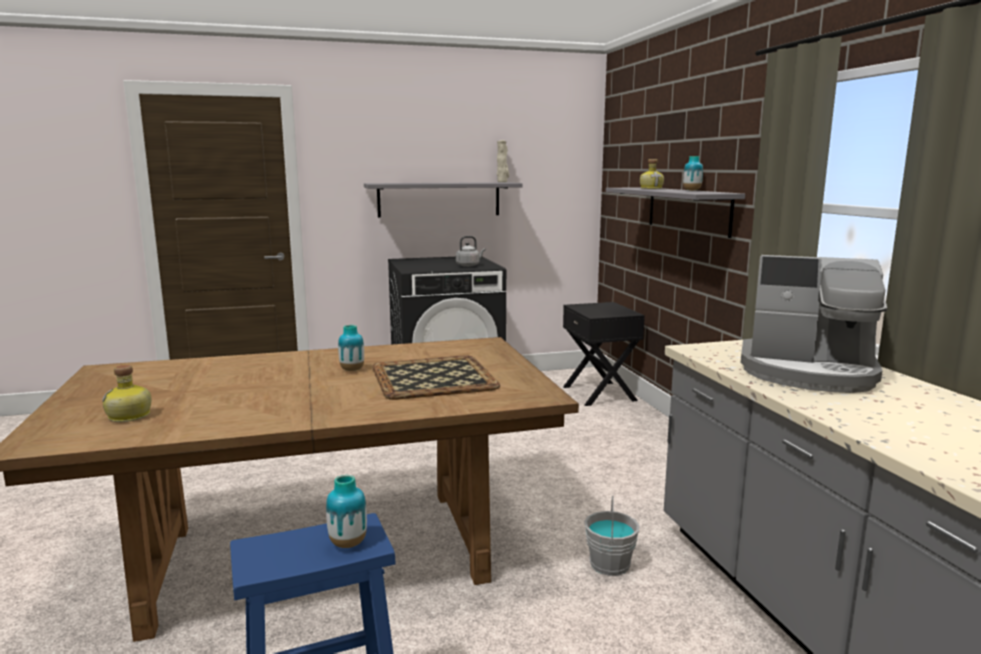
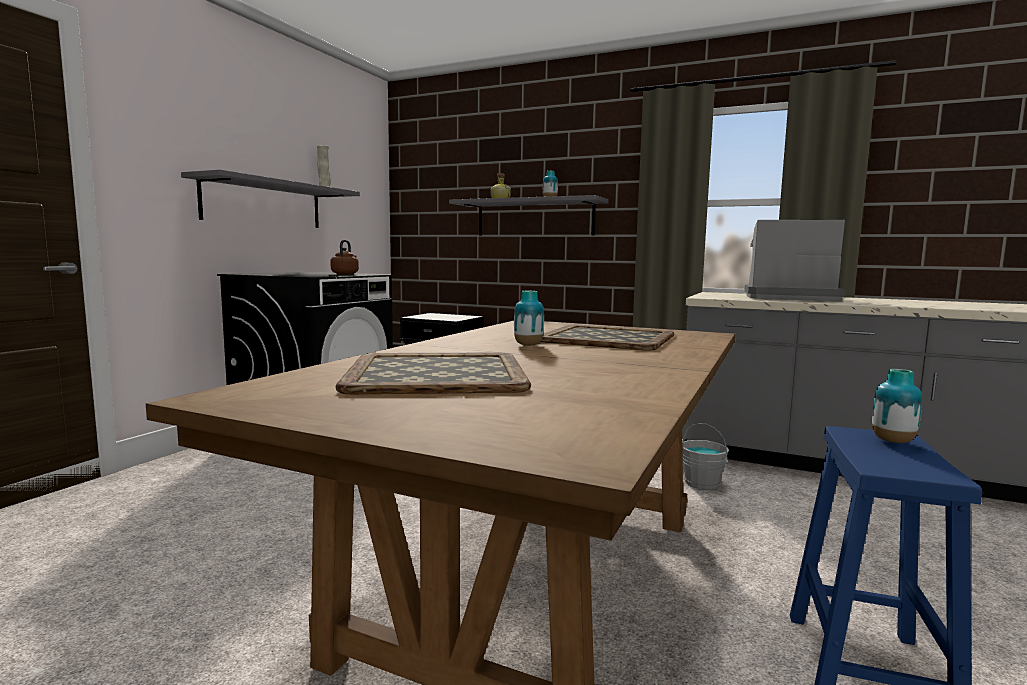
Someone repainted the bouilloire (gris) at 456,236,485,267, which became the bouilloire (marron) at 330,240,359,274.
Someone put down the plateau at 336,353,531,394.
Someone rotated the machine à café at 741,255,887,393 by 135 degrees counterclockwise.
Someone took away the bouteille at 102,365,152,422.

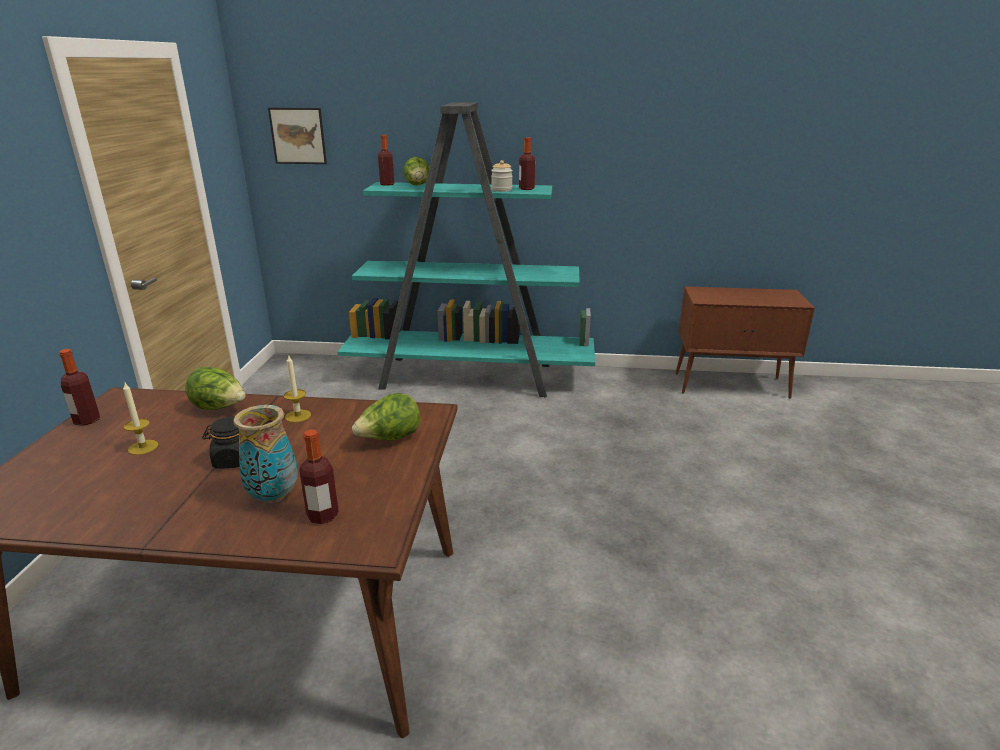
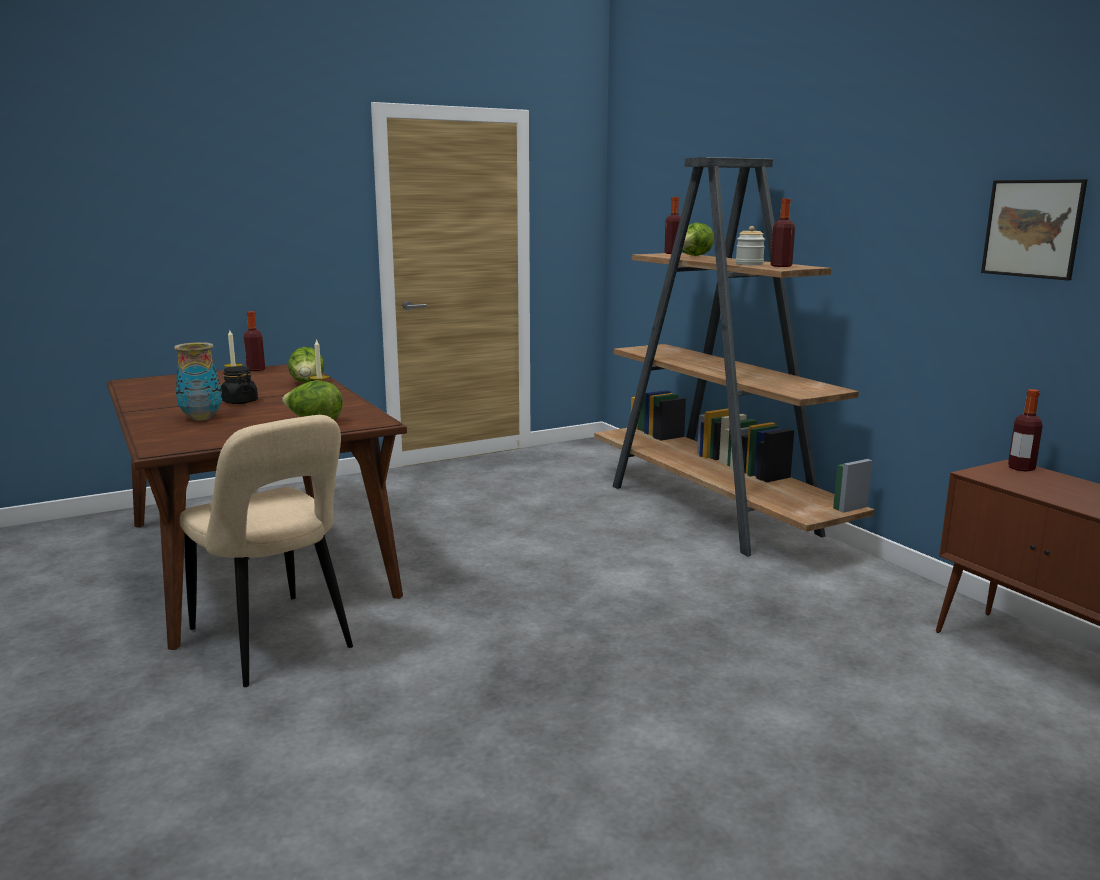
Someone put down the chaise (beige) at 180,415,353,687.
Someone repainted the bibliothèque (turquoise) at 337,102,595,397, which became the bibliothèque (marron) at 594,157,874,556.
Someone carried the tableau from 268,108,327,164 to 981,179,1087,281.
Someone carried the bouteille from 299,429,339,524 to 1008,389,1043,472.

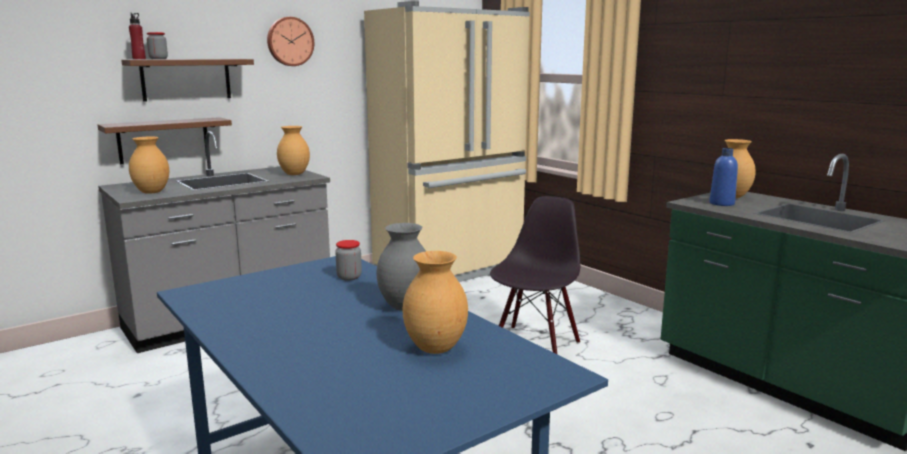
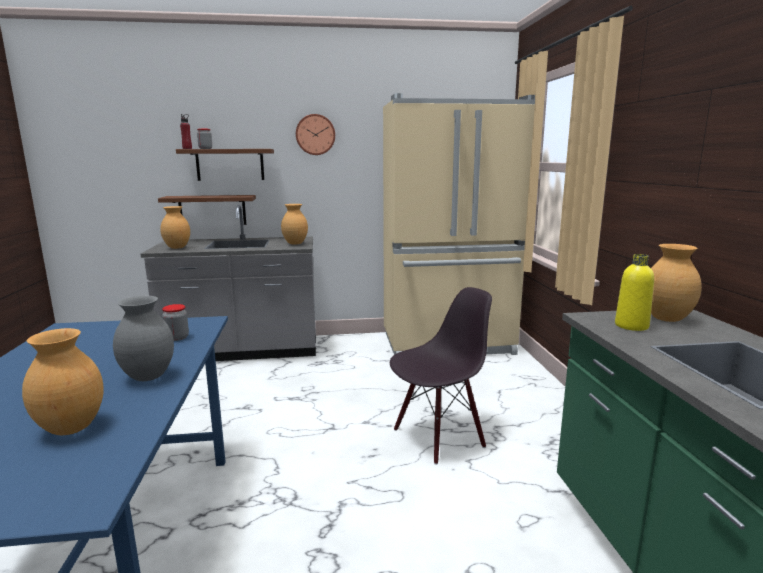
Someone repainted the bouteille (bleu) at 709,148,738,206, which became the bouteille (jaune) at 615,254,654,331.

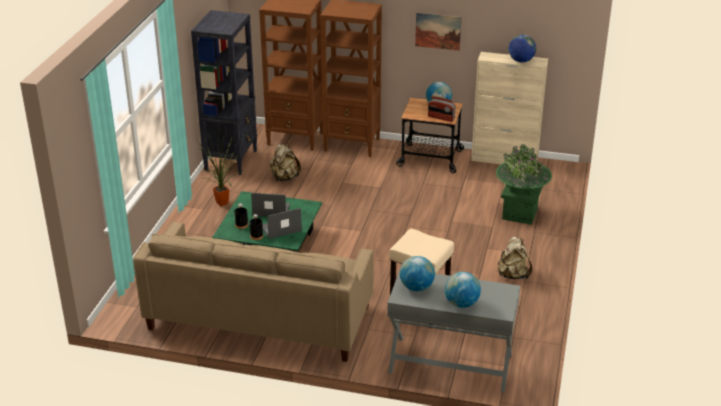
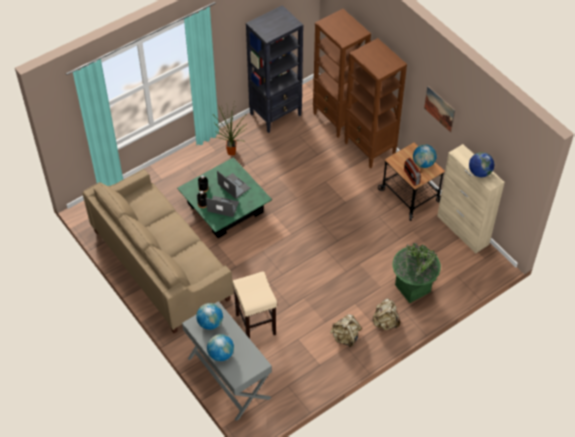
Someone carried the sac à dos (beige) from 269,143,301,182 to 372,298,400,330.

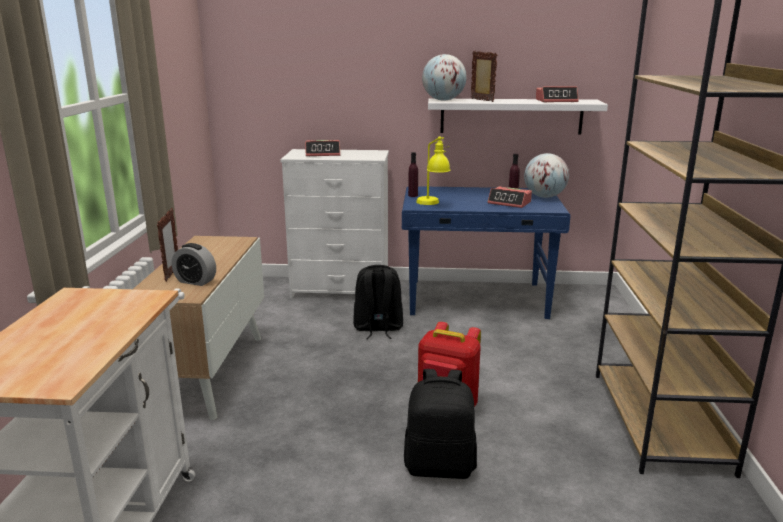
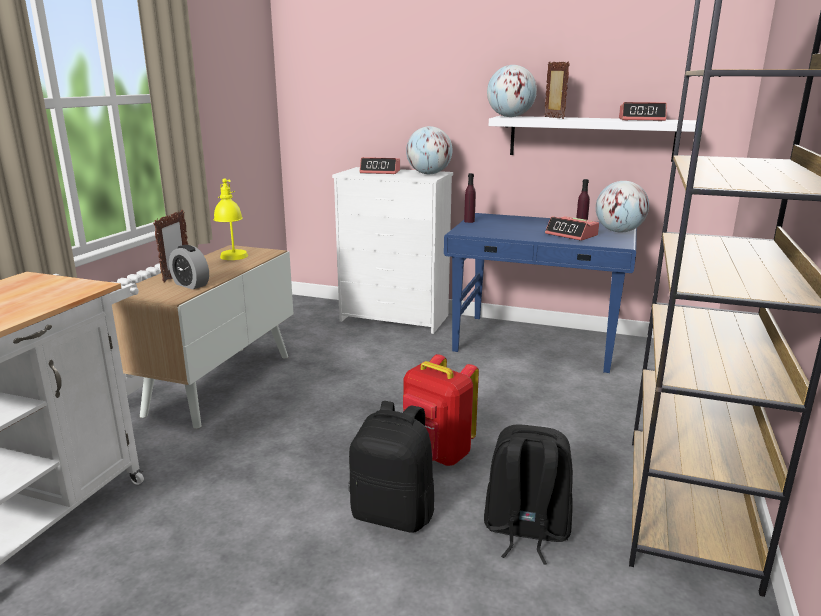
Someone carried the lampe de table (jaune) from 416,136,450,205 to 214,179,248,260.
Someone put down the globe at 406,126,453,174.
Someone carried the sac à dos (noir) from 353,265,403,339 to 484,424,573,564.

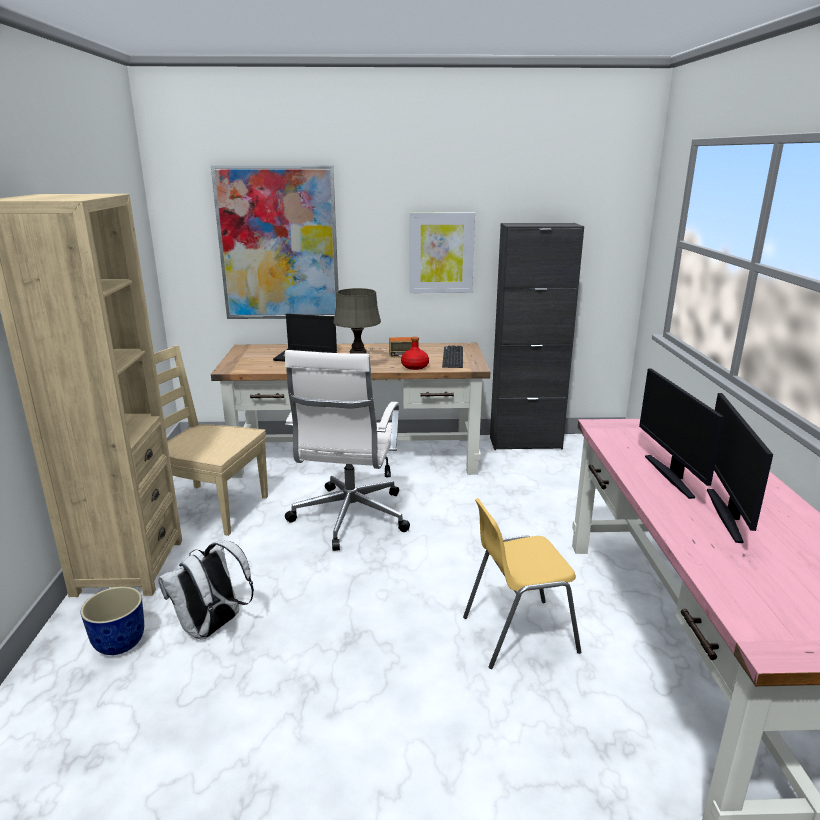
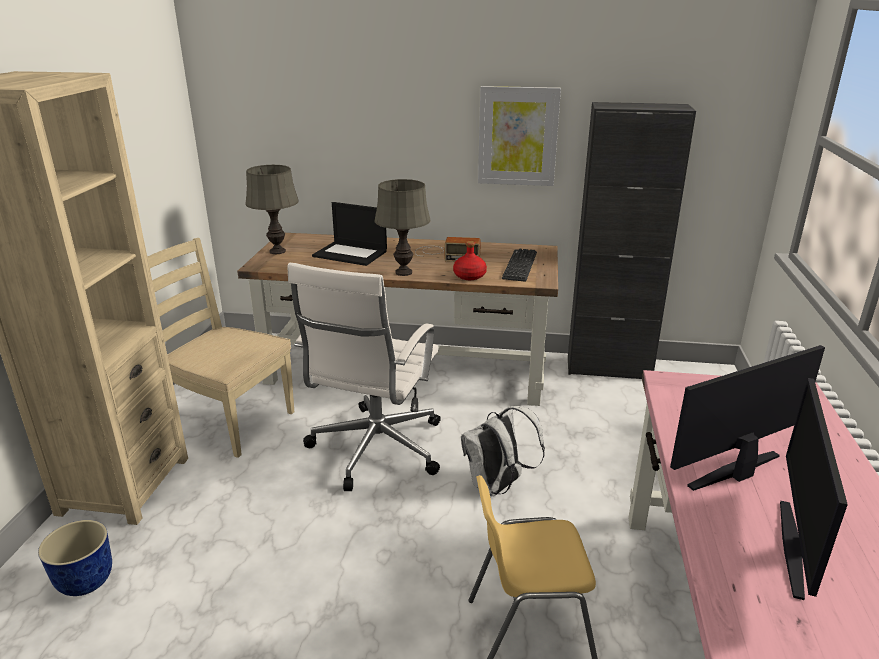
Someone put down the lampe de table (gris) at 245,165,299,254.
Someone carried the sac à dos (blanc) from 158,541,254,640 to 461,406,545,496.
Someone rotated the écran d'ordinateur at 639,368,724,499 by 60 degrees clockwise.
Someone took away the tableau at 211,165,339,319.

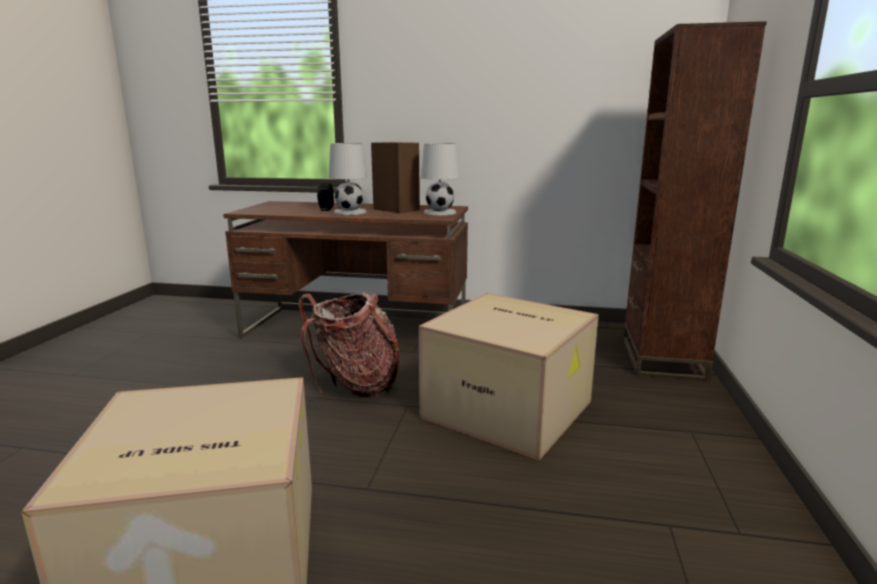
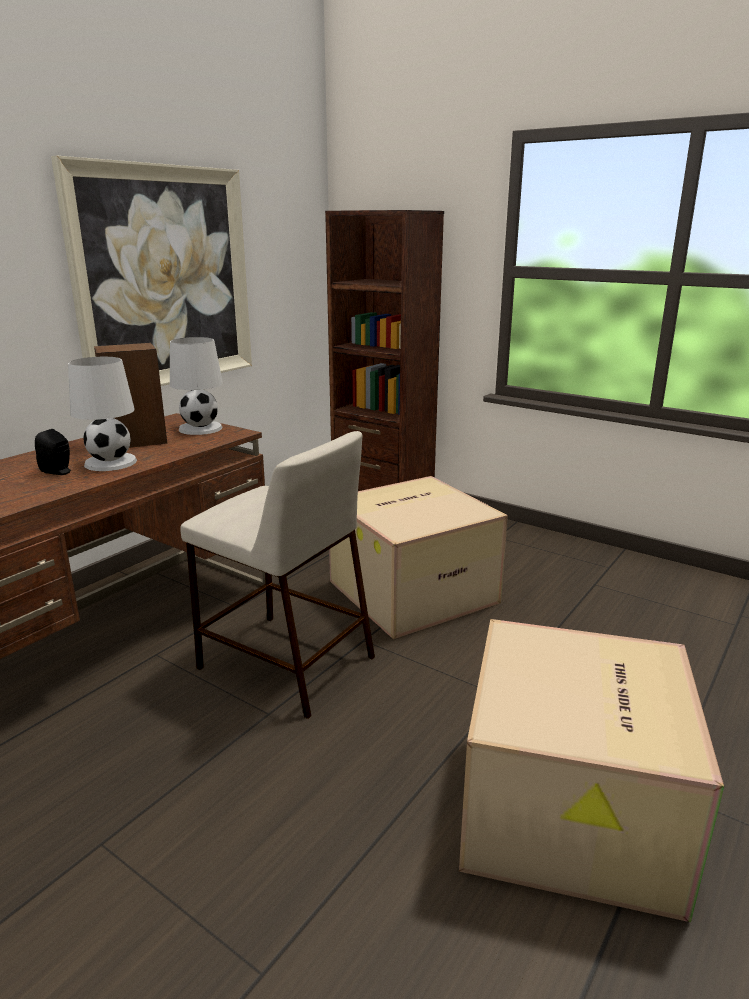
Someone put up the tableau at 51,156,252,386.
Someone swapped the sac à dos at 299,292,400,397 for the tabouret (beige) at 180,431,375,719.

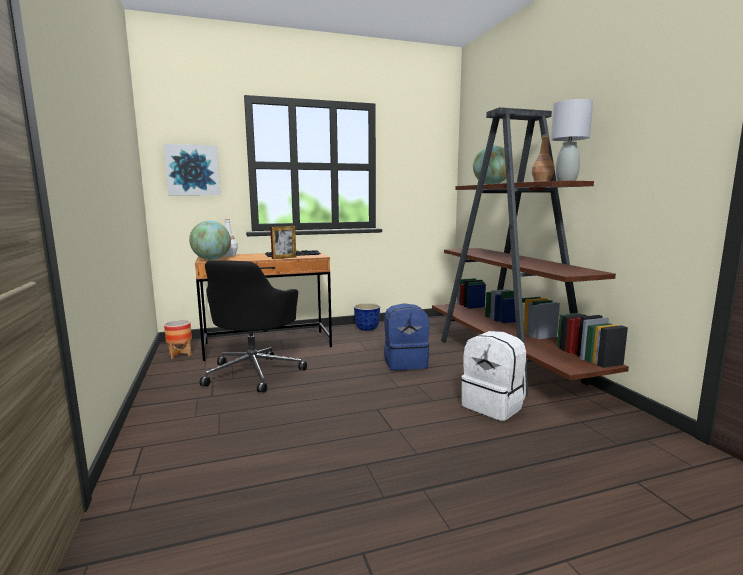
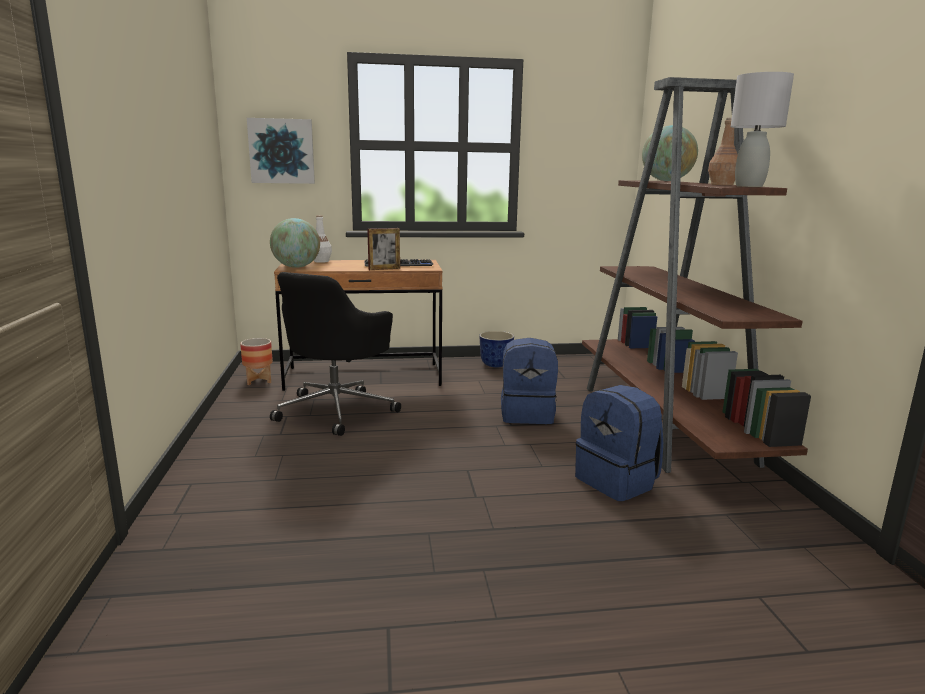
Someone repainted the sac à dos (blanc) at 461,331,526,421, which became the sac à dos (bleu) at 575,385,663,501.

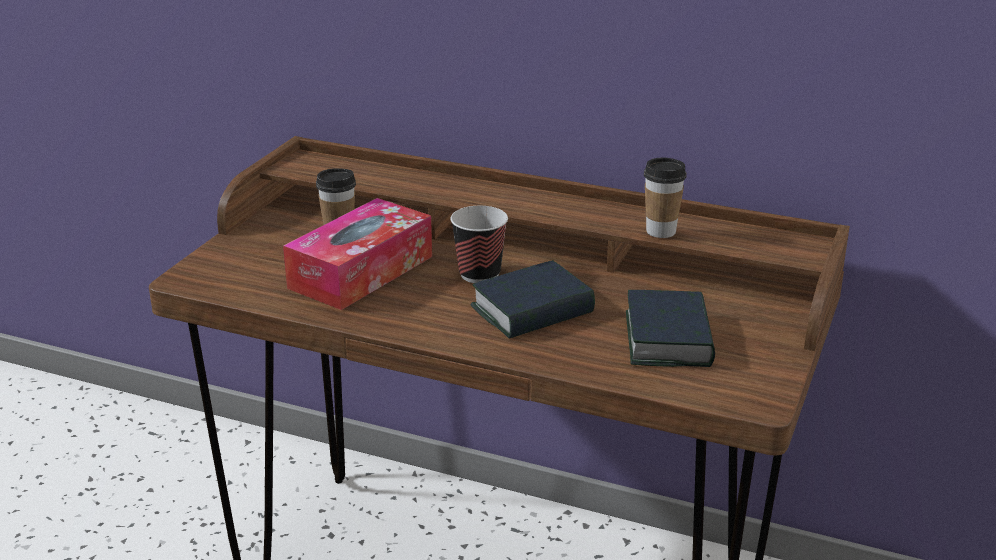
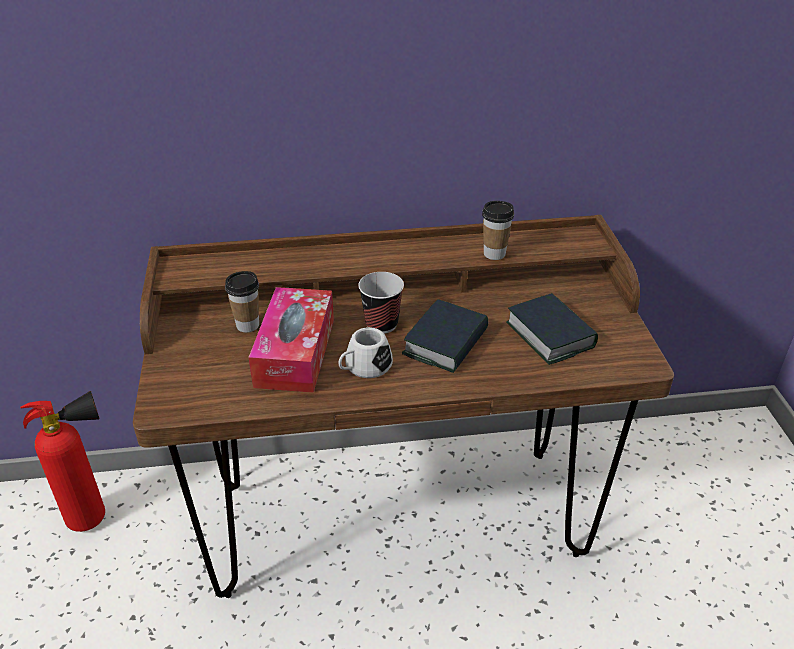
Someone put down the extincteur at 20,391,105,532.
Someone put down the mug (blanc) at 339,327,393,378.

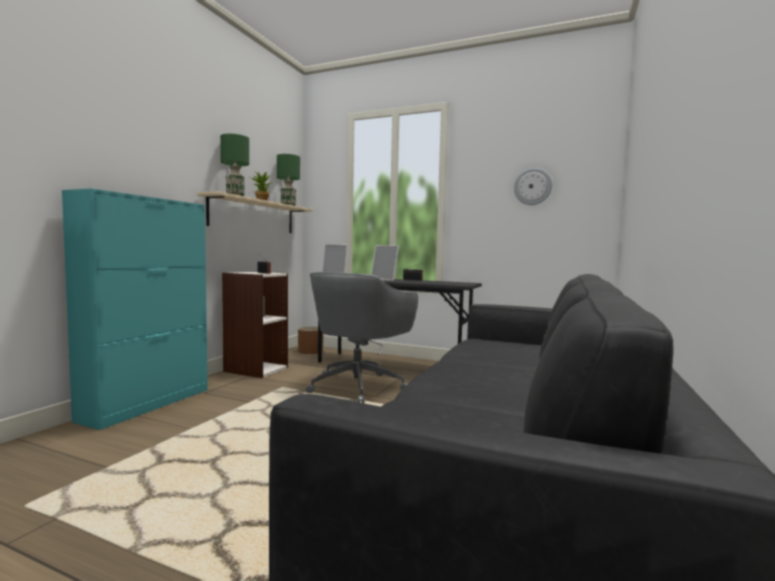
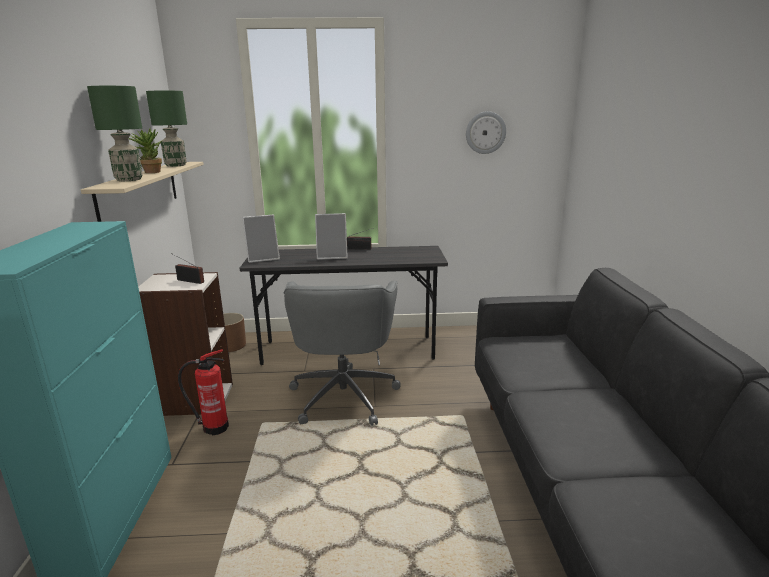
Someone put down the extincteur at 178,350,229,435.

